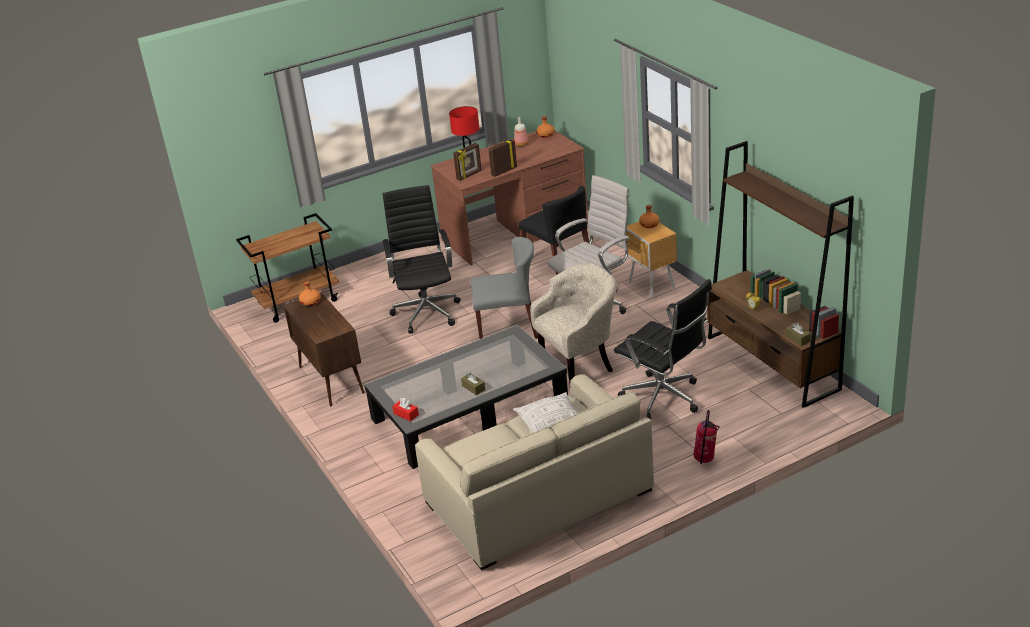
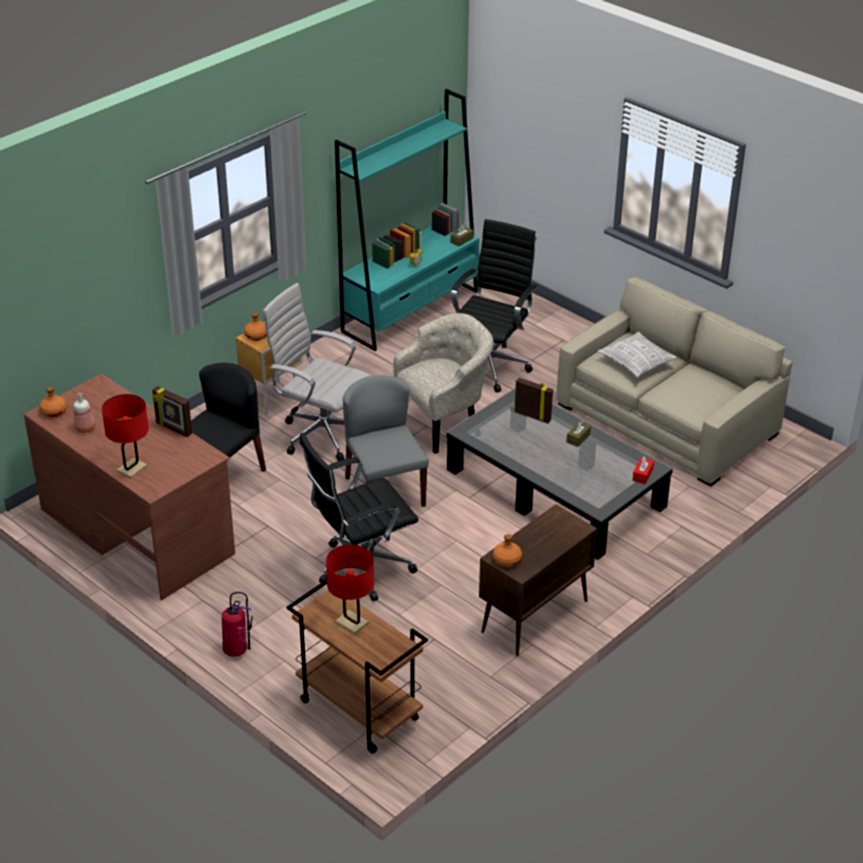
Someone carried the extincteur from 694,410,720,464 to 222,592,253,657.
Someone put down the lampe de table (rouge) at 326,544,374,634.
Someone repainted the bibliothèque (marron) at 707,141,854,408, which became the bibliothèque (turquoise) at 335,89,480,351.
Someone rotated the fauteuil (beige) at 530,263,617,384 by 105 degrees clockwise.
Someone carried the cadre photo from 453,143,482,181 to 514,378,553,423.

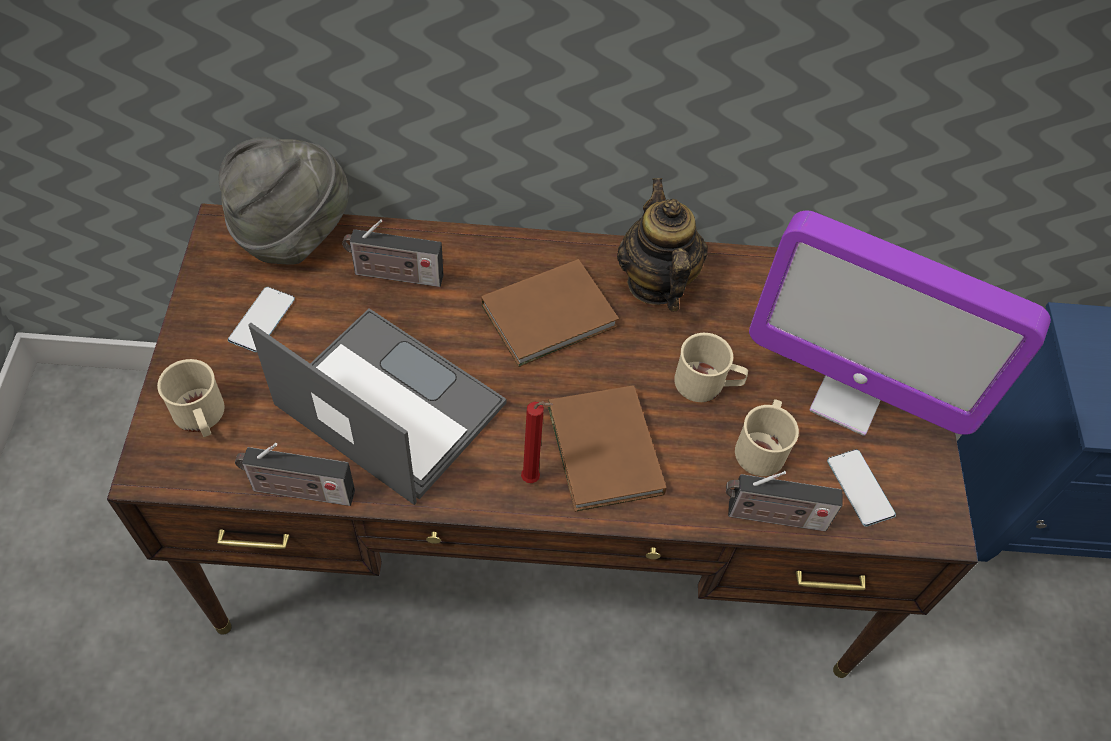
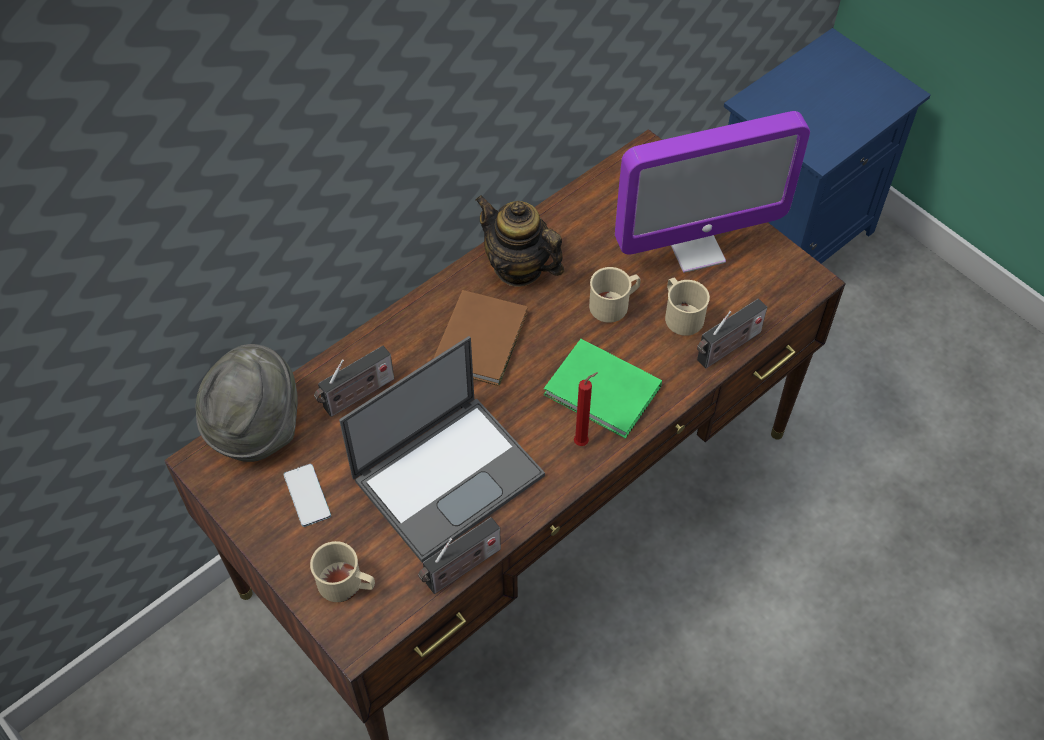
Someone rotated the ordinateur portable at 248,308,506,505 by 150 degrees clockwise.
Someone repainted the livre (marron) at 548,385,666,512, which became the livre (vert) at 544,339,662,439.
Someone took away the téléphone at 827,449,896,527.

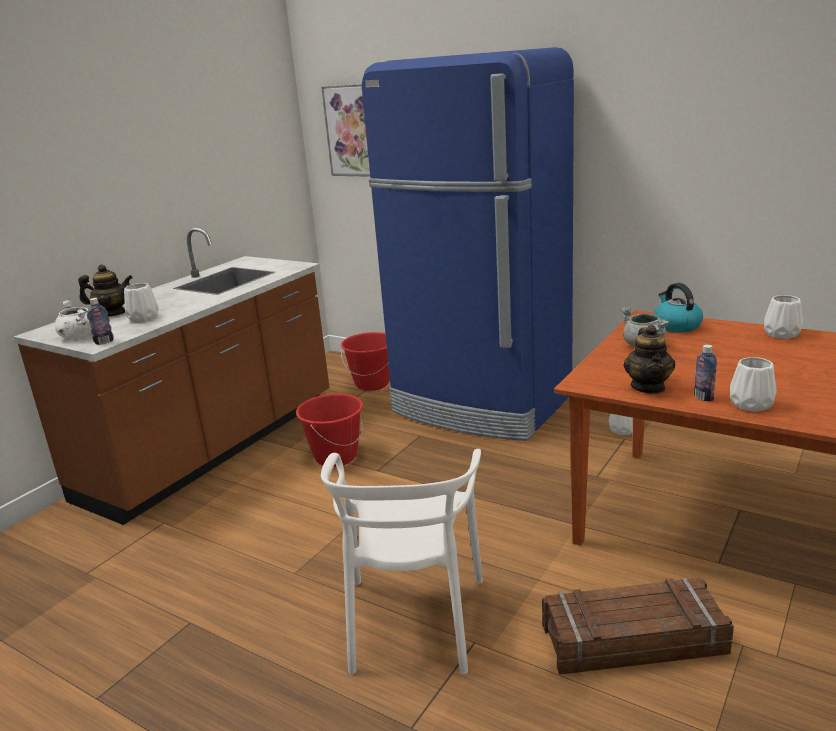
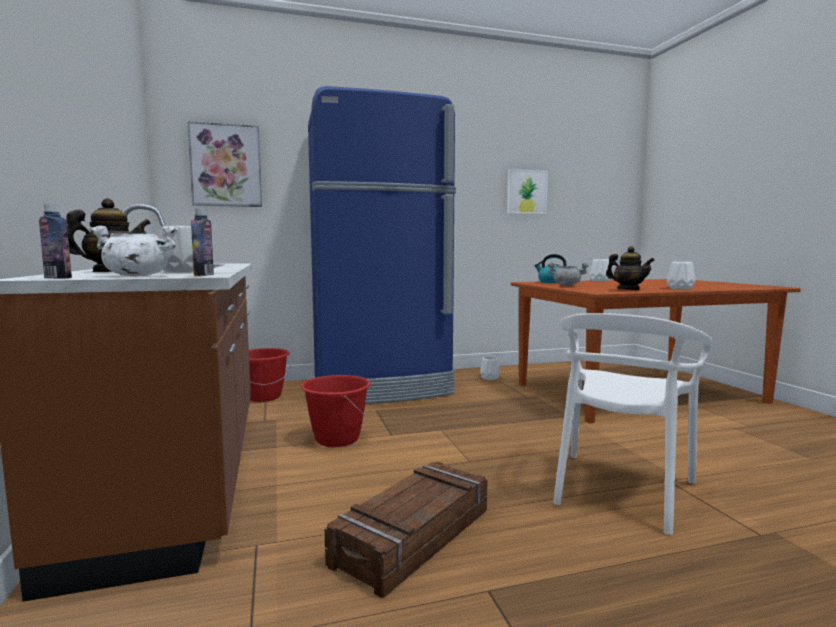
Someone carried the bouteille from 694,345,717,402 to 39,204,72,278.
Someone carried the caisse from 542,578,734,675 to 325,462,487,598.
Someone put up the tableau at 507,169,548,214.
Someone rotated the chaise (blanc) at 321,449,483,675 by 75 degrees clockwise.

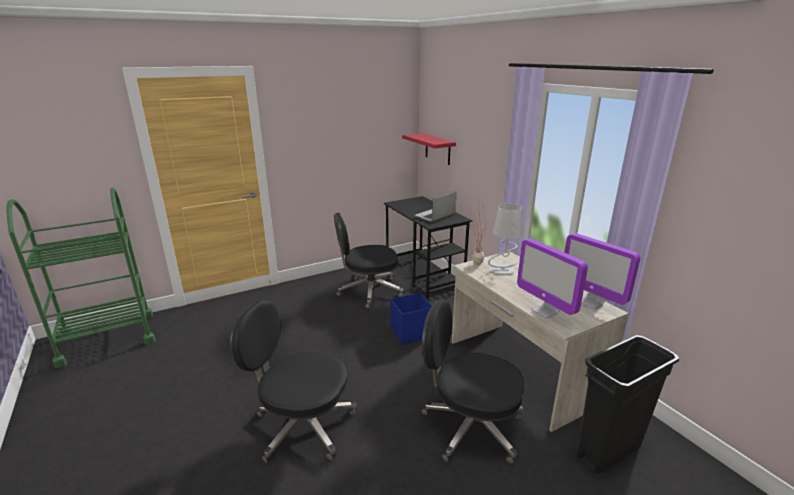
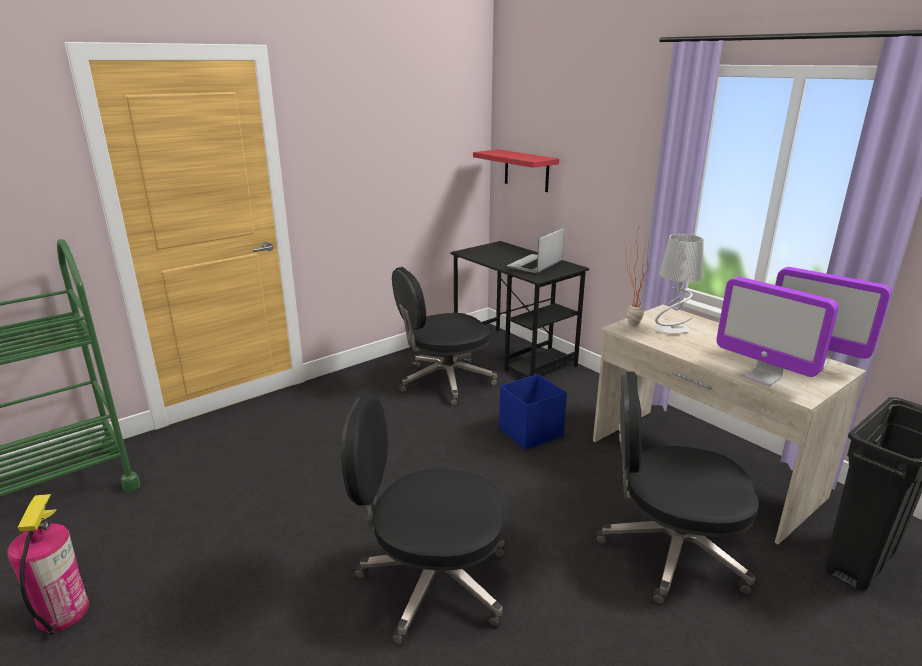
Someone put down the extincteur at 7,494,89,635.

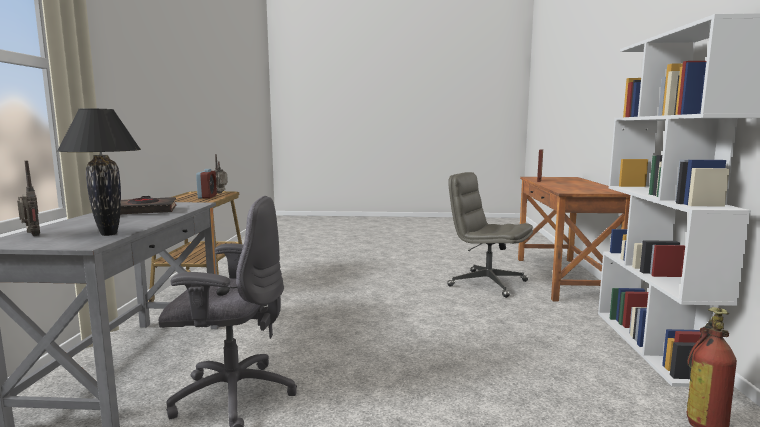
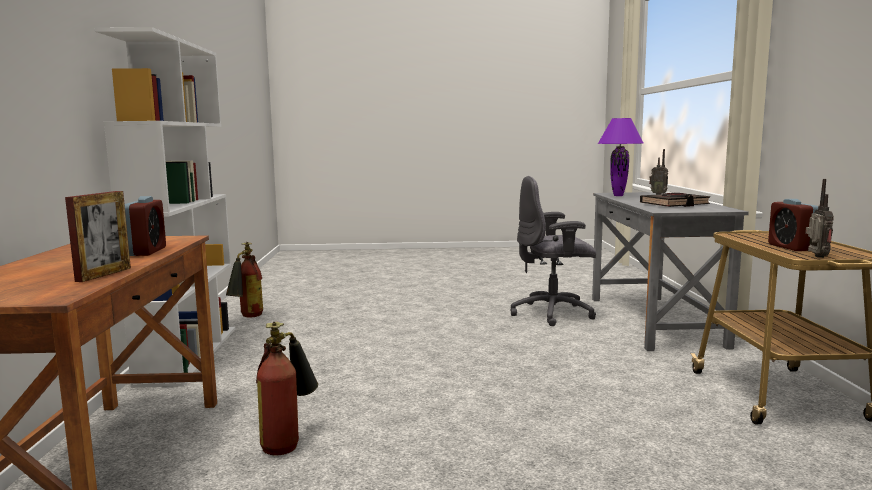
Someone put down the réveil at 125,196,166,256.
Someone swapped the chaise de bureau (gris) at 447,172,533,298 for the extincteur at 256,322,318,455.
Someone repainted the lampe de table (noir) at 57,108,141,236, which became the lampe de table (violet) at 598,118,643,196.

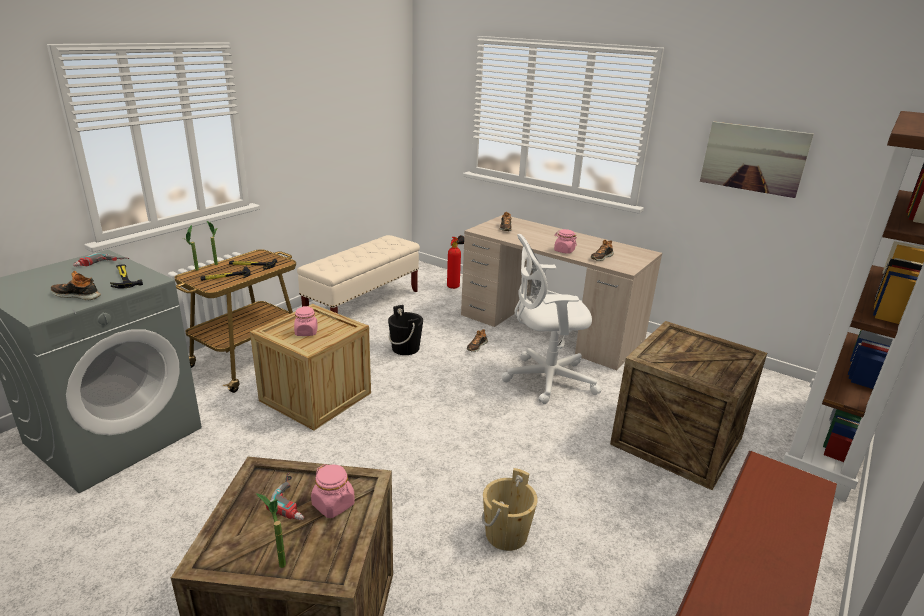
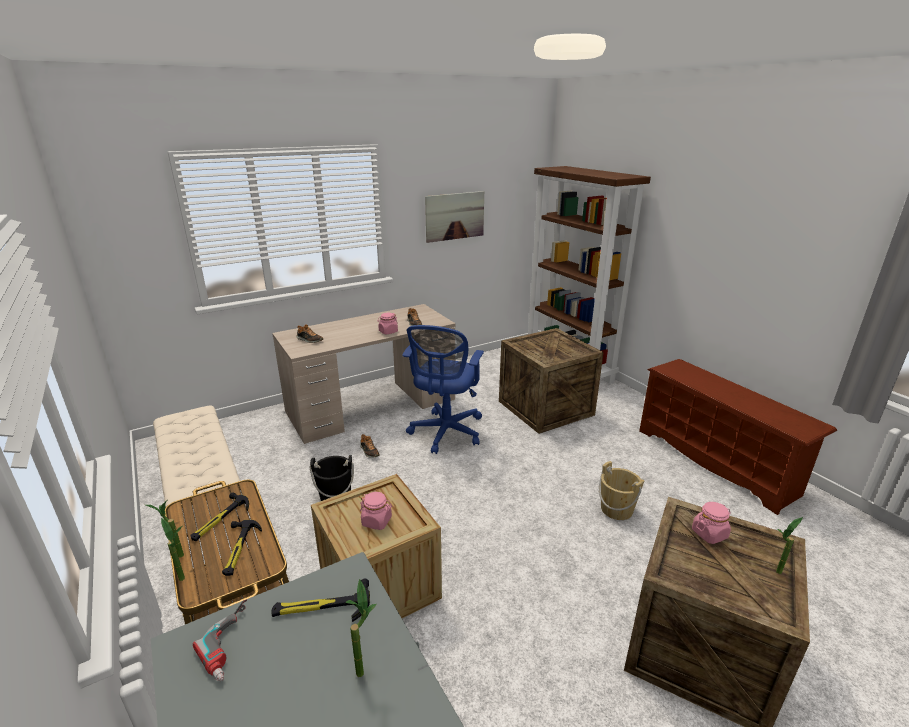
Someone swapped the chaussure at 51,271,101,300 for the plante en pot at 345,579,376,677.
Someone repainted the chaise de bureau (blanc) at 501,234,601,404, which became the chaise de bureau (bleu) at 402,325,484,454.
Someone took away the perceuse at 266,472,304,520.
Someone took away the extincteur at 447,235,464,289.

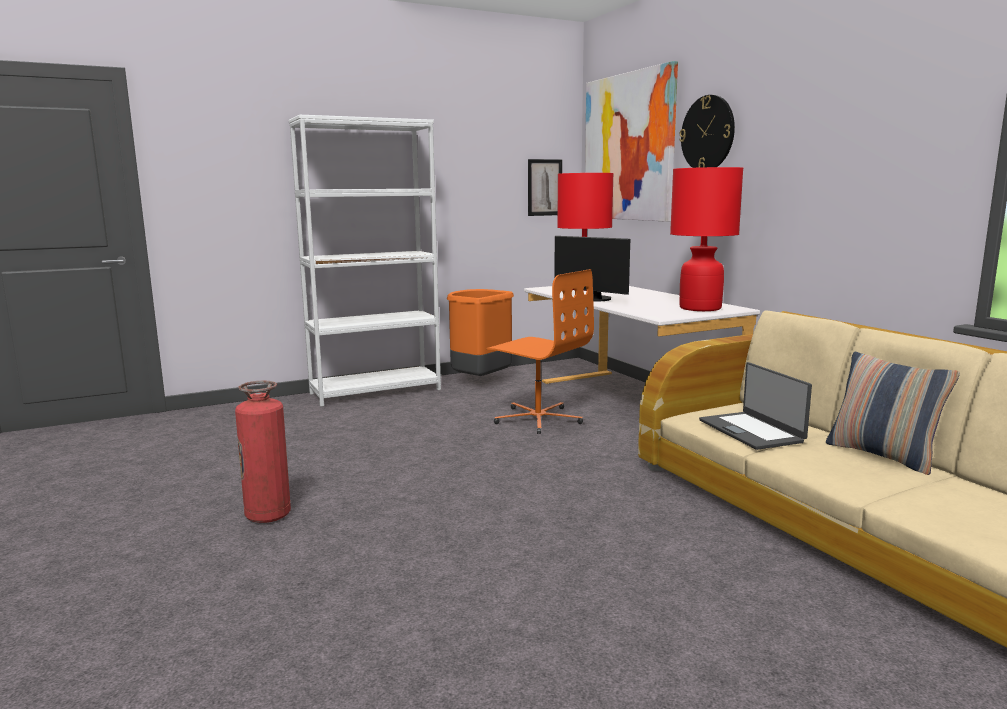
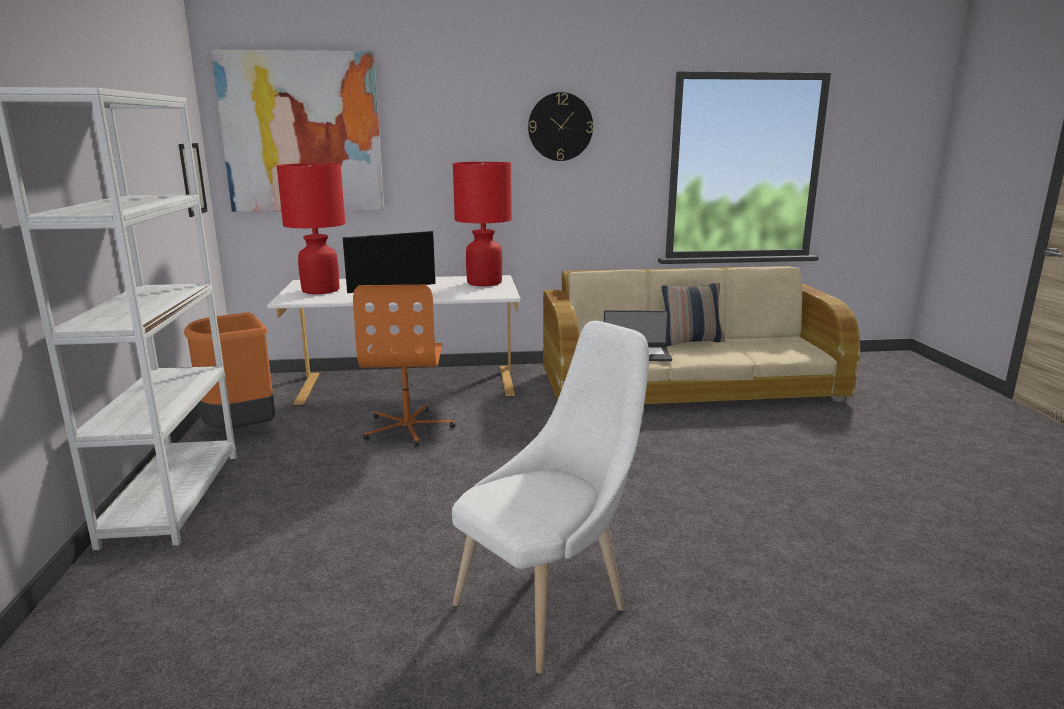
Someone rotated the chaise de bureau (orange) at 486,269,594,434 by 120 degrees clockwise.
Someone swapped the extincteur at 235,381,291,523 for the chaise (blanc) at 452,321,649,673.
Someone carried the horloge murale from 679,95,735,168 to 528,92,593,161.

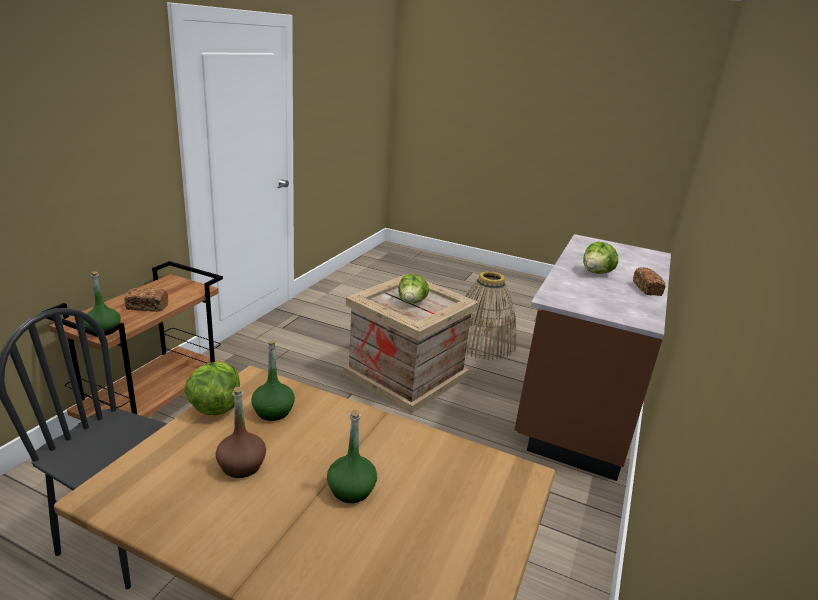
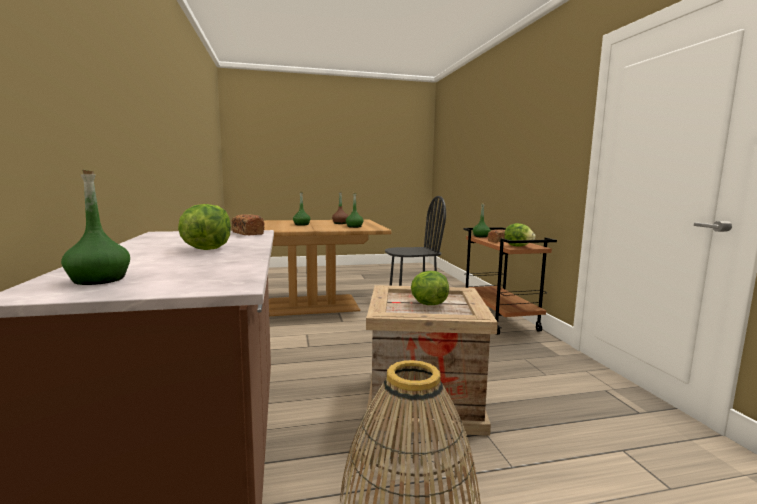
Someone put down the bouteille (vert) at 61,170,130,285.
Someone carried the pain from 633,267,666,296 to 232,214,264,235.
Someone carried the laitue from 184,362,240,415 to 504,223,536,247.

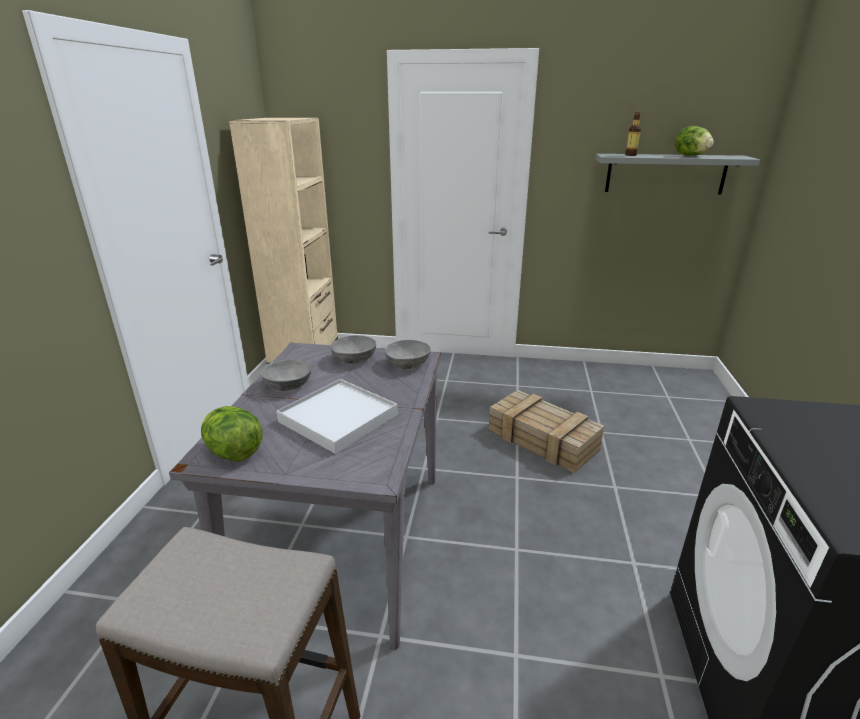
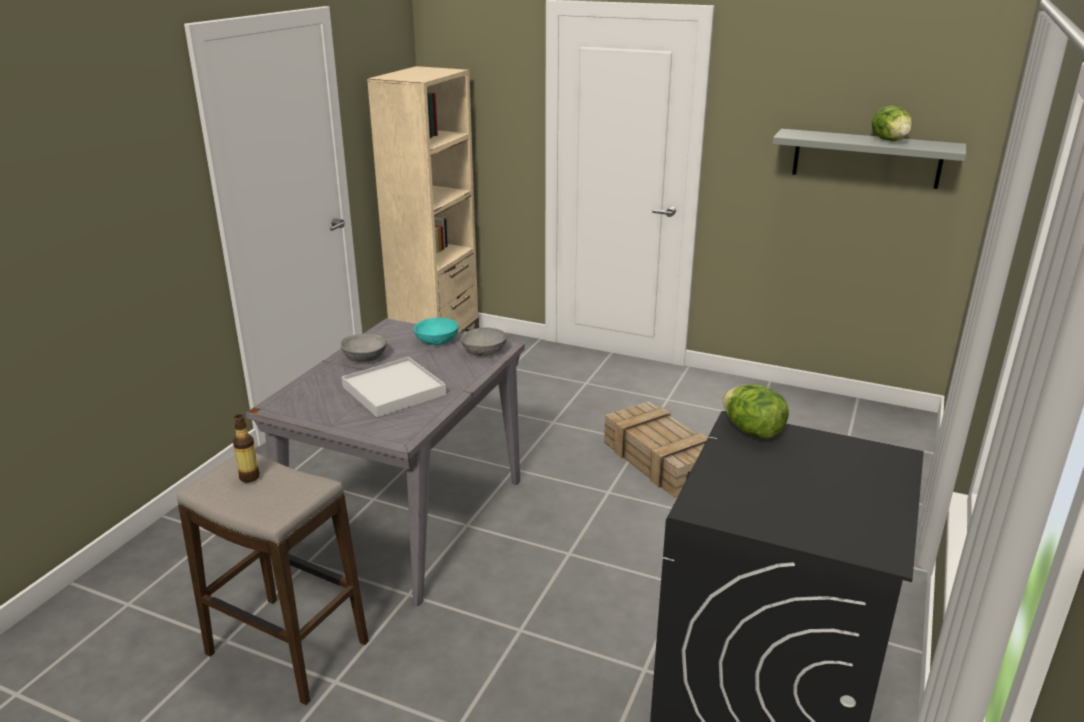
Someone carried the bouteille from 625,112,641,156 to 233,414,260,482.
Someone repainted the bol (gris) at 331,335,376,364, which became the bol (turquoise) at 413,318,459,345.
Someone carried the laitue from 201,406,263,461 to 723,384,789,440.

